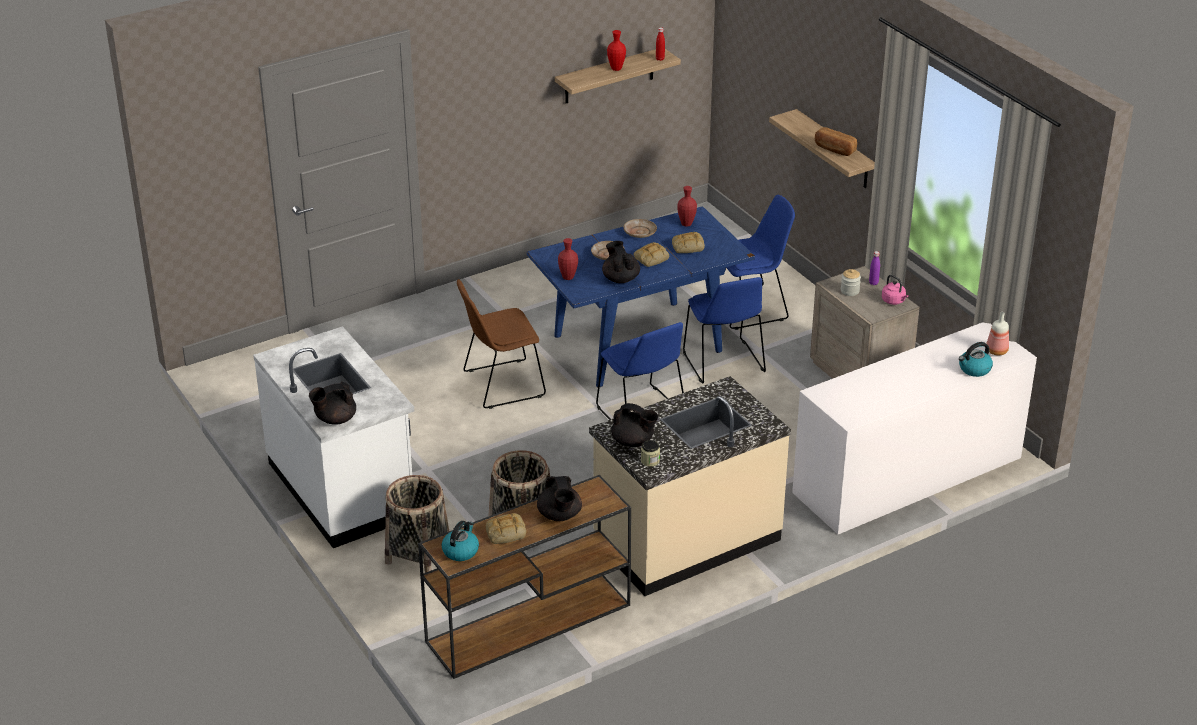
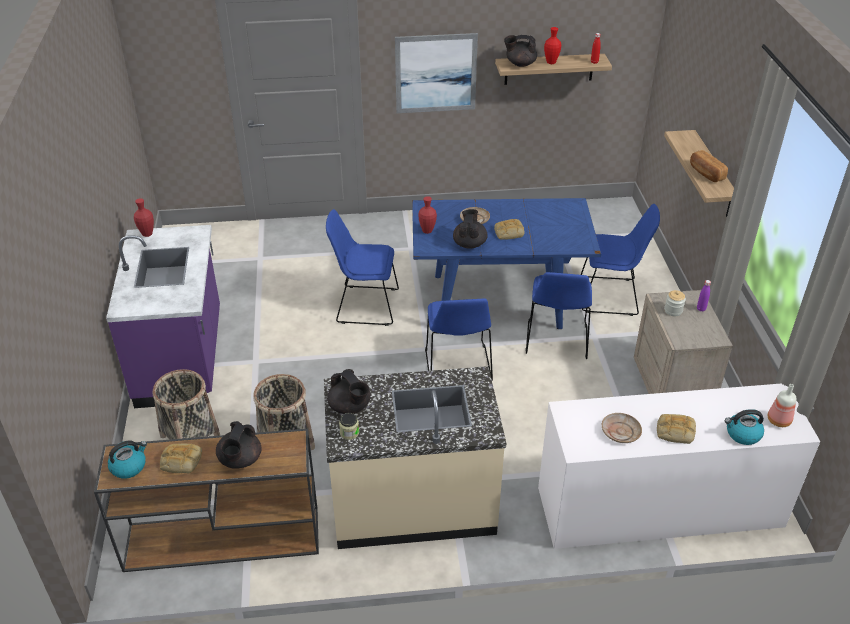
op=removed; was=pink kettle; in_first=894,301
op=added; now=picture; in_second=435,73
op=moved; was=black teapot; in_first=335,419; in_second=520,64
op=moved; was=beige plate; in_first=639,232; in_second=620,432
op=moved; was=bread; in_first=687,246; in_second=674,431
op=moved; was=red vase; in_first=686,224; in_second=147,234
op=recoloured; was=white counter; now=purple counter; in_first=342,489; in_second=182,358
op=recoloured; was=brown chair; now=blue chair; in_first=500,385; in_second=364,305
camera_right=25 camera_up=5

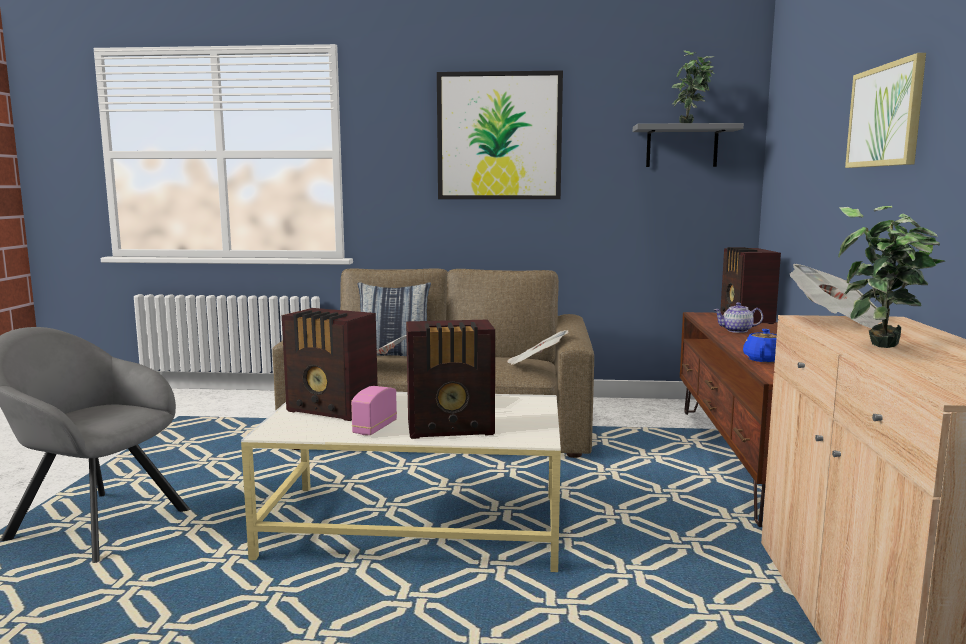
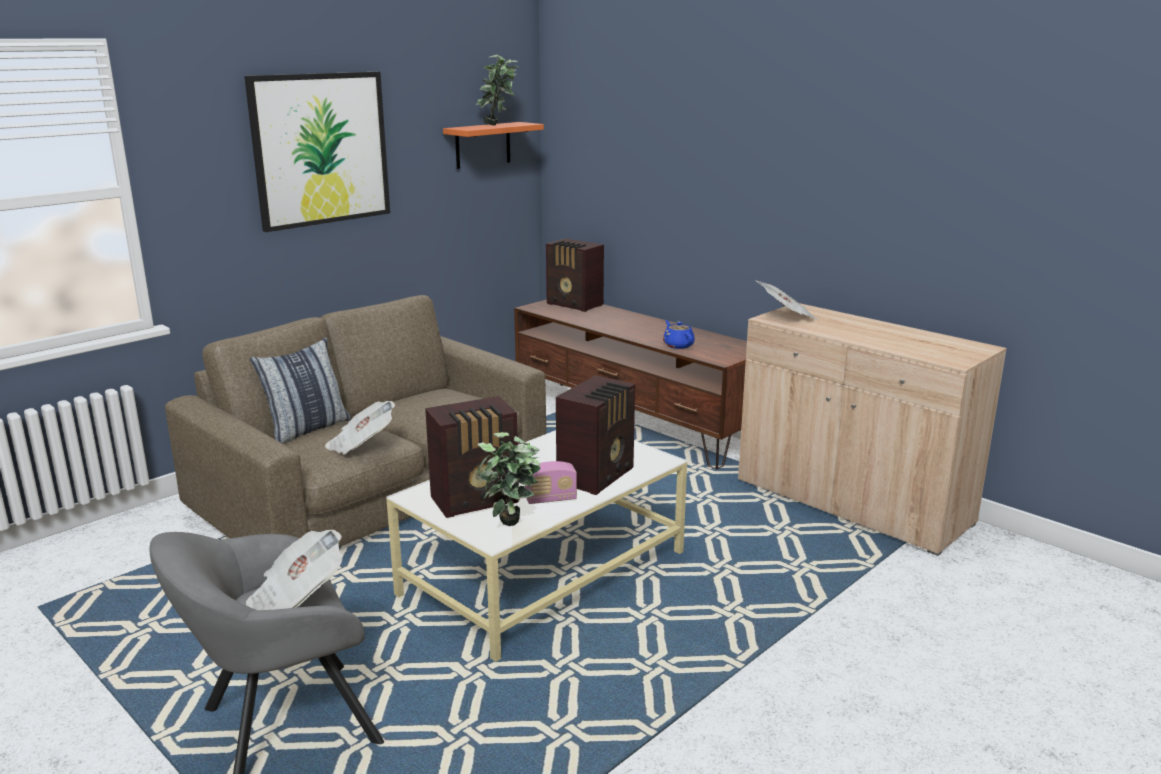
op=removed; was=teapot; in_first=737,331
op=removed; was=picture; in_first=885,116
op=moved; was=newspaper; in_first=535,364; in_second=297,595
op=moved; was=potted plant; in_first=880,349; in_second=512,529
op=recoloured; was=grey shelf; now=orange shelf; in_first=682,146; in_second=483,145
op=turned; was=radio; in_first=375,428; in_second=550,499; clockwise=-75
camera_right=-50 camera_up=10

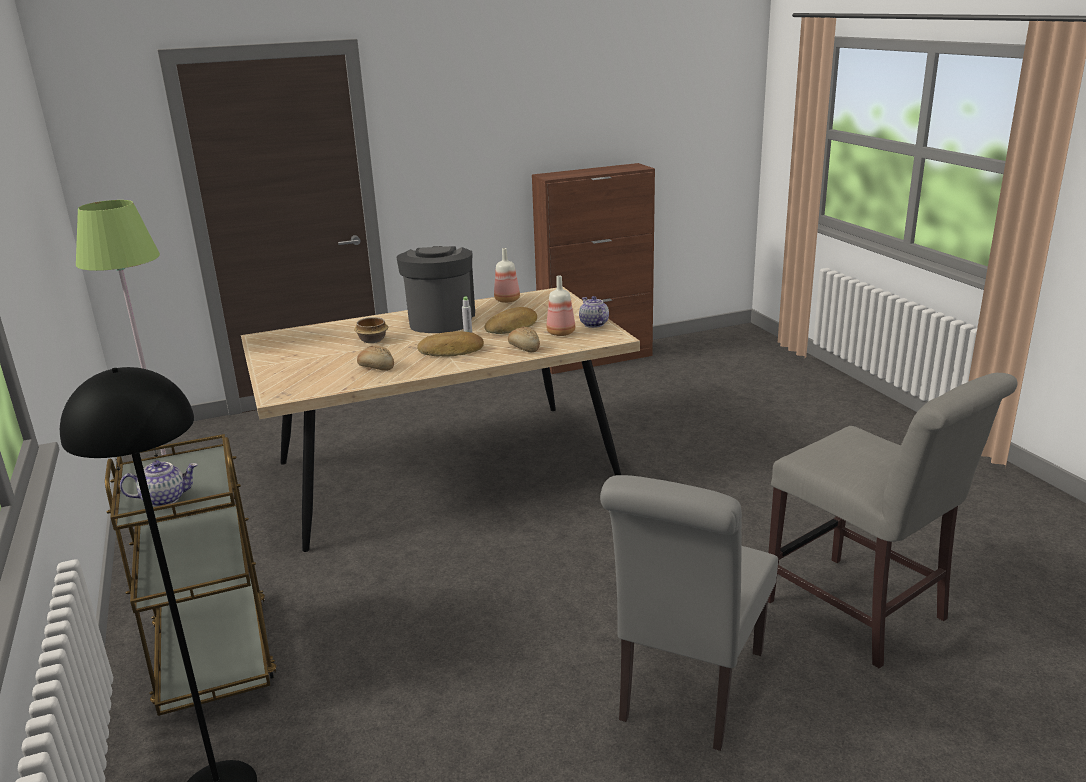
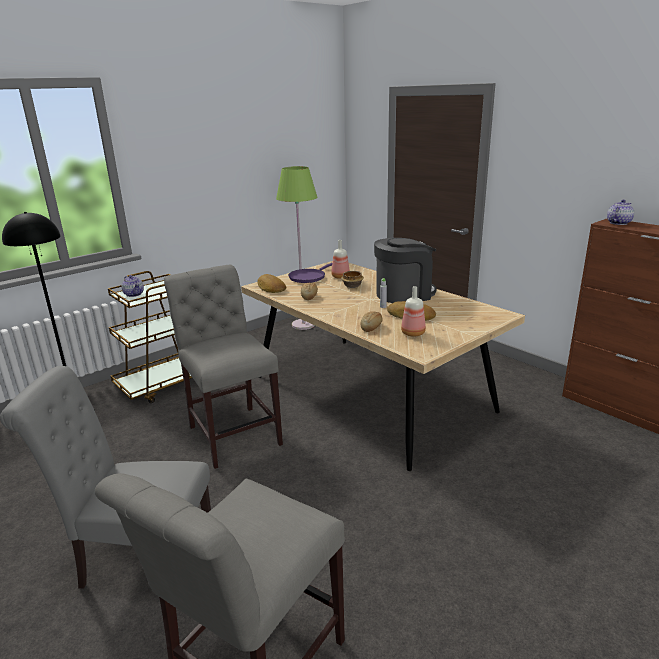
op=added; now=grey chair; in_second=233,432
op=added; now=purple frying pan; in_second=308,277
op=moved; was=bread; in_first=452,351; in_second=270,288
op=moved; was=bottle; in_first=508,300; in_second=341,277
op=moved; was=teapot; in_first=593,324; in_second=618,223
camera_right=70 camera_up=0

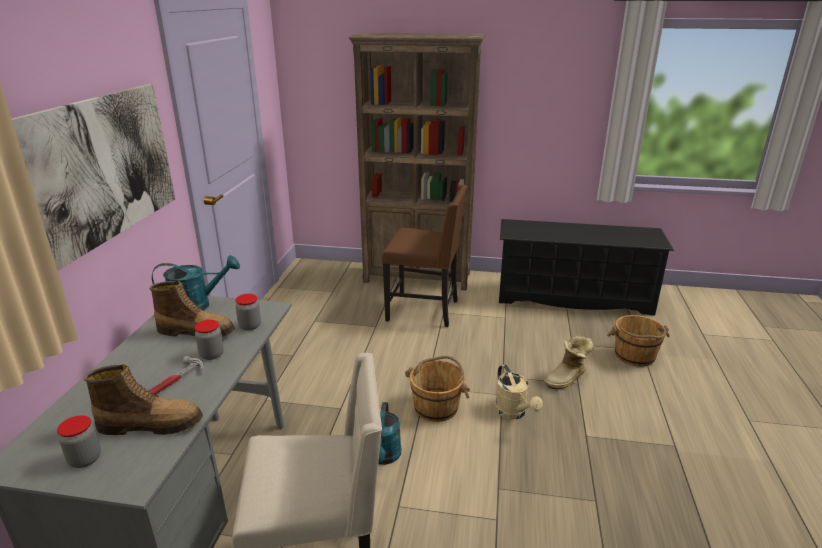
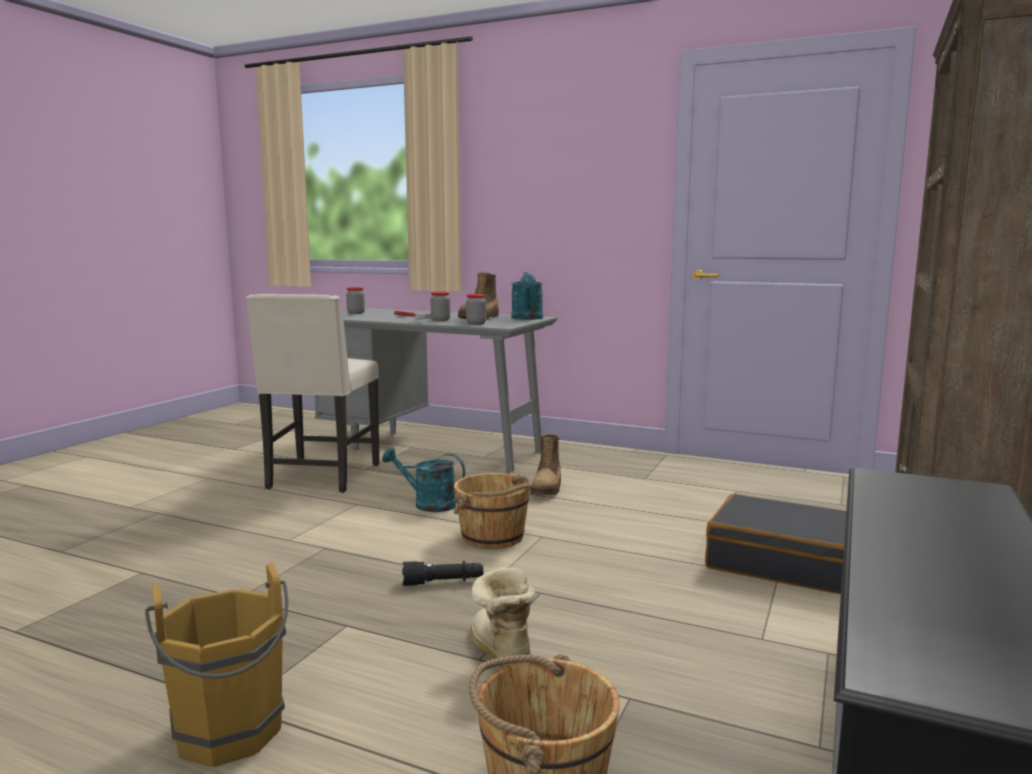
op=removed; was=picture; in_first=105,167
op=added; now=brown bucket; in_second=230,737
op=moved; was=boot; in_first=151,424; in_second=547,488
op=replaced; was=brown chair; now=black suitcase; in_first=424,310; in_second=782,562
op=replaced; was=beige watering can; now=black flashlight; in_first=514,413; in_second=443,582
camera_right=105 camera_up=-15

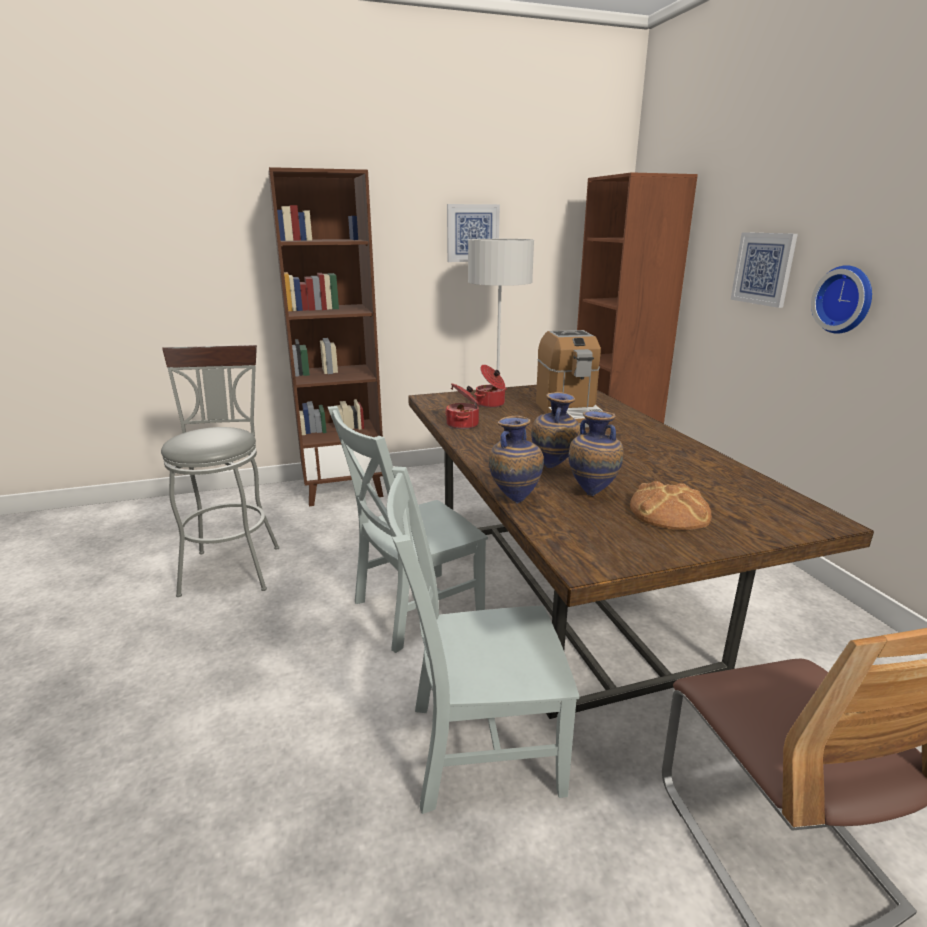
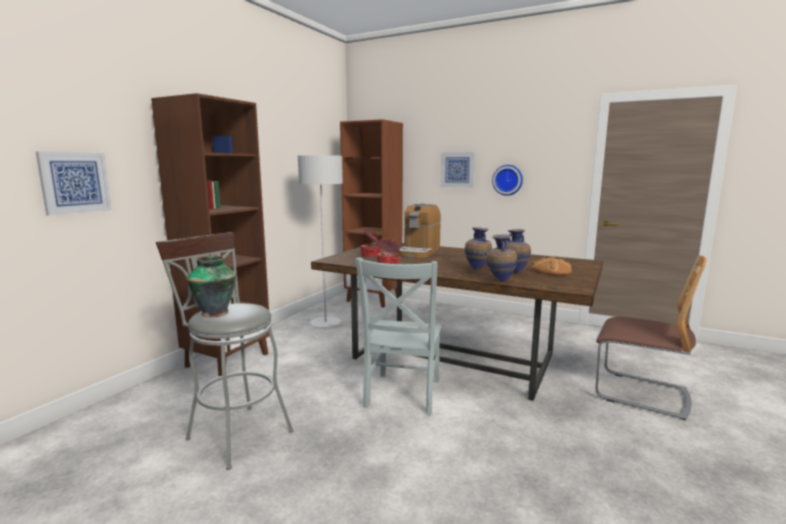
op=removed; was=grey chair; in_first=477,748
op=added; now=vase; in_second=216,313
op=moved; was=picture; in_first=472,233; in_second=75,182
op=turned; was=coffee machine; in_first=570,413; in_second=419,252; clockwise=75
camera_right=-45 camera_up=-10

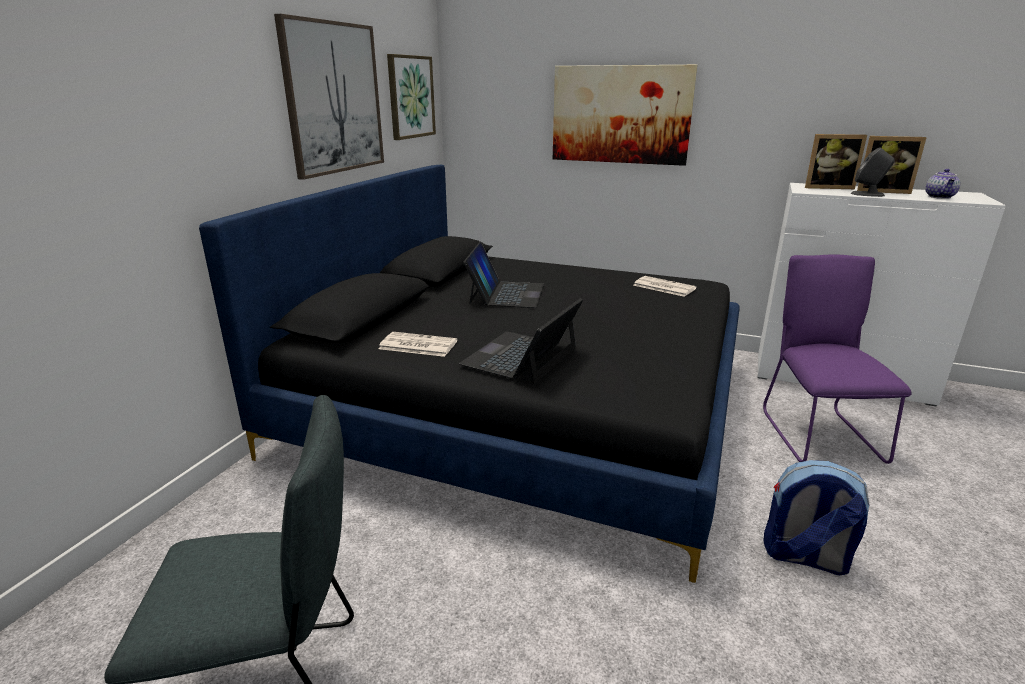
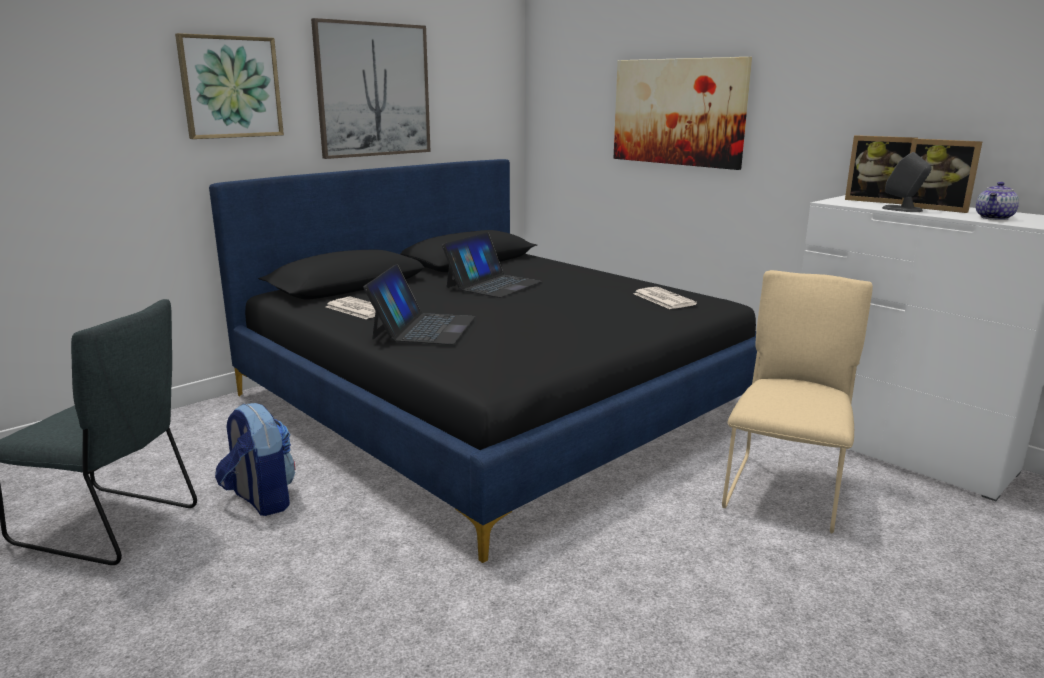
op=moved; was=picture; in_first=410,97; in_second=231,87
op=moved; was=backpack; in_first=804,557; in_second=260,500
op=recoloured; was=purple chair; now=beige chair; in_first=817,433; in_second=785,489
op=turned; was=laptop; in_first=521,356; in_second=423,328; clockwise=135
camera_right=25 camera_up=-5

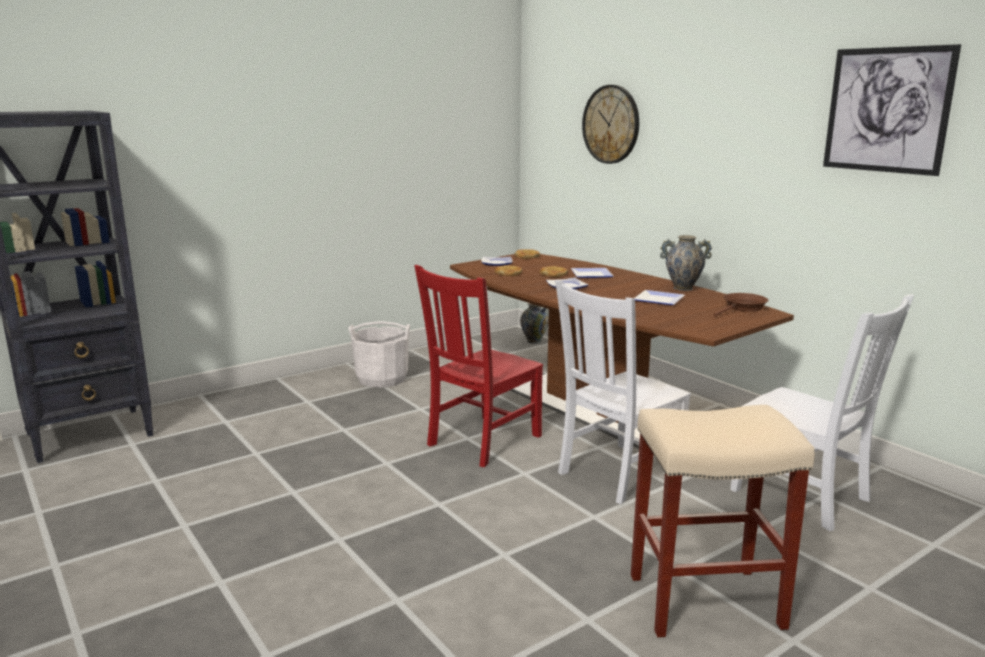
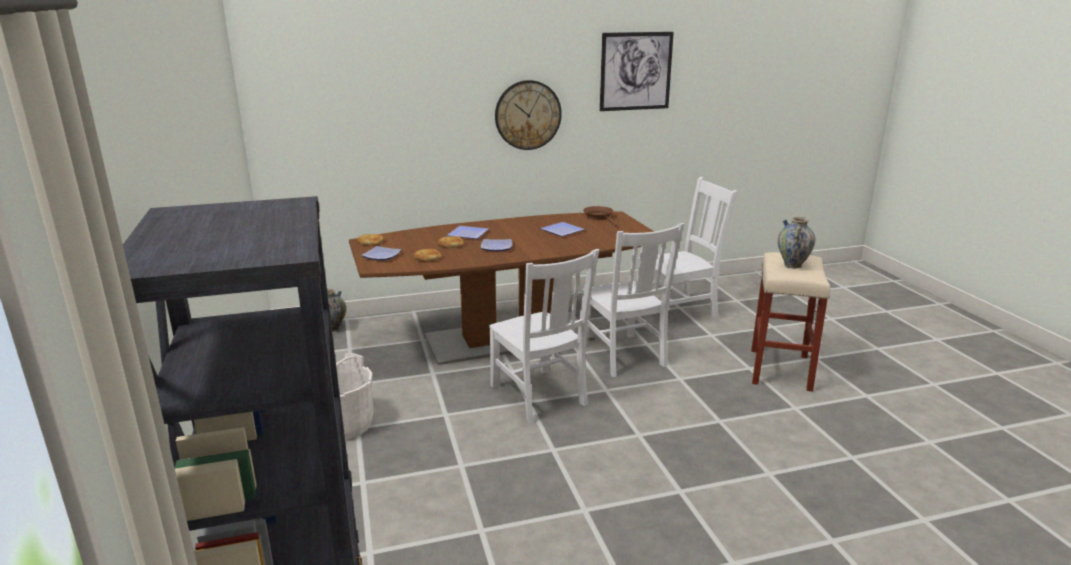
op=moved; was=wall clock; in_first=611,124; in_second=528,115
op=moved; was=vase; in_first=683,288; in_second=792,265
op=recoloured; was=red chair; now=white chair; in_first=481,441; in_second=539,396
camera_right=-70 camera_up=5

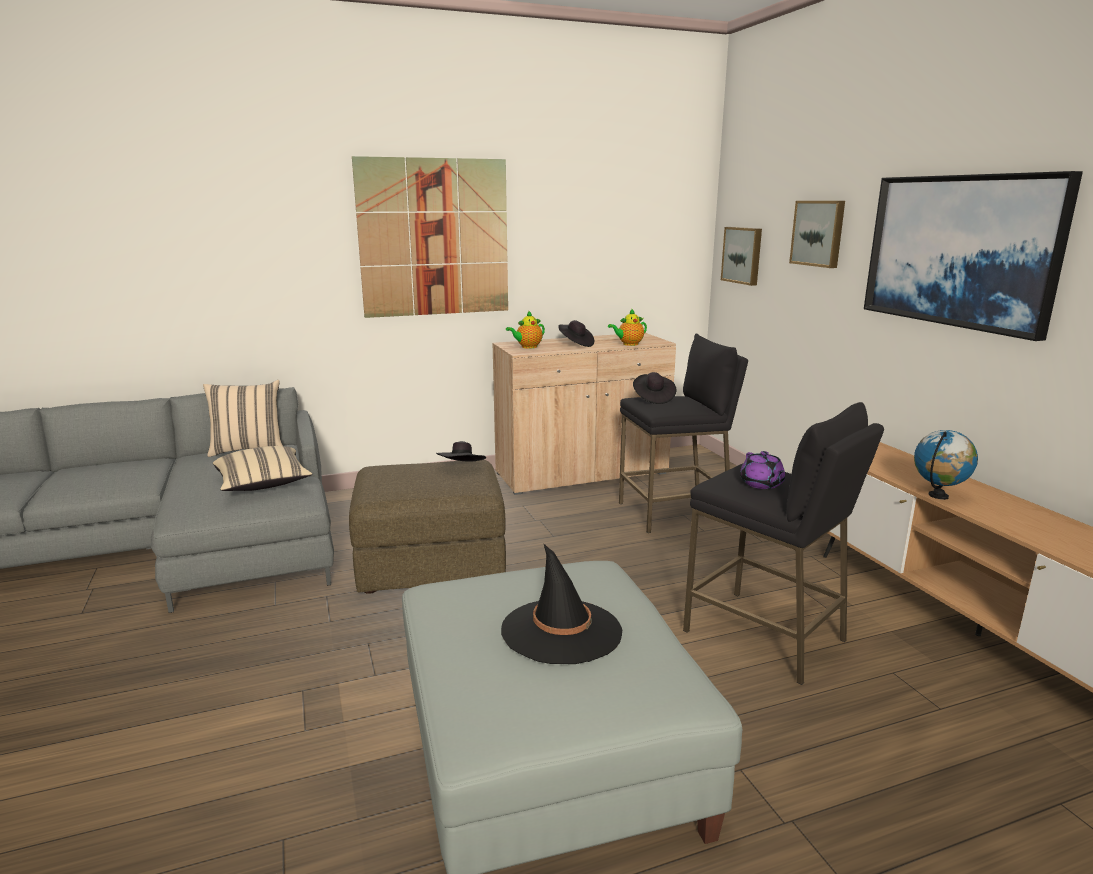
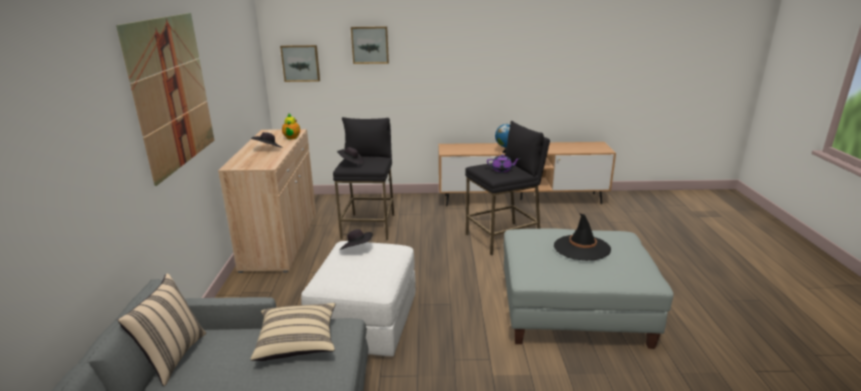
op=removed; was=teapot; in_first=527,347
op=removed; was=picture; in_first=960,251
op=recoloured; was=brown ottoman; now=white ottoman; in_first=431,563; in_second=365,322
camera_right=-70 camera_up=5

